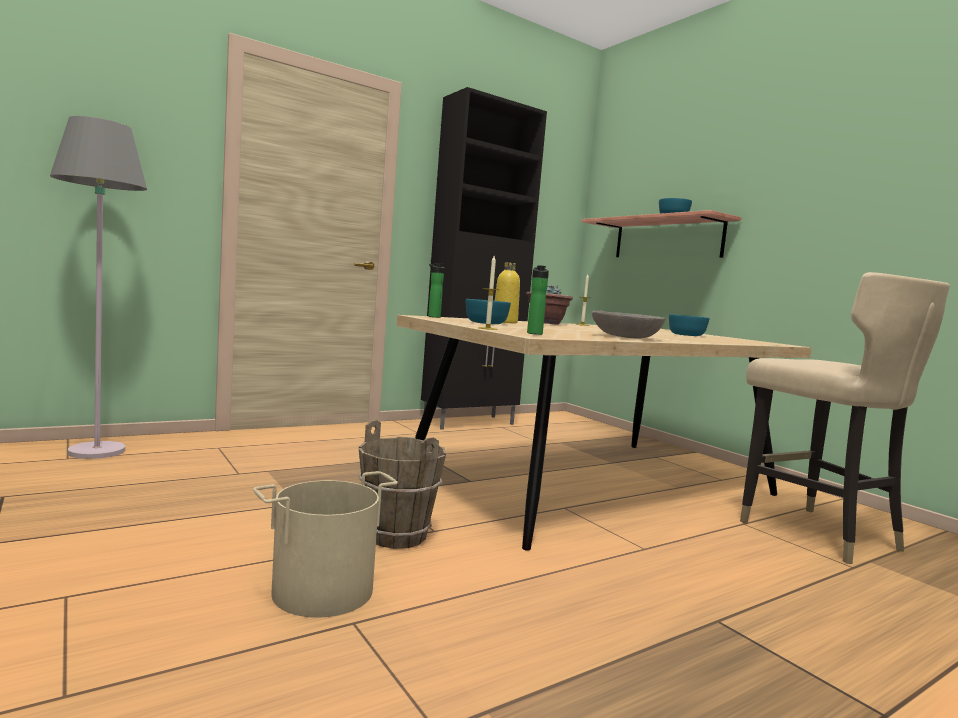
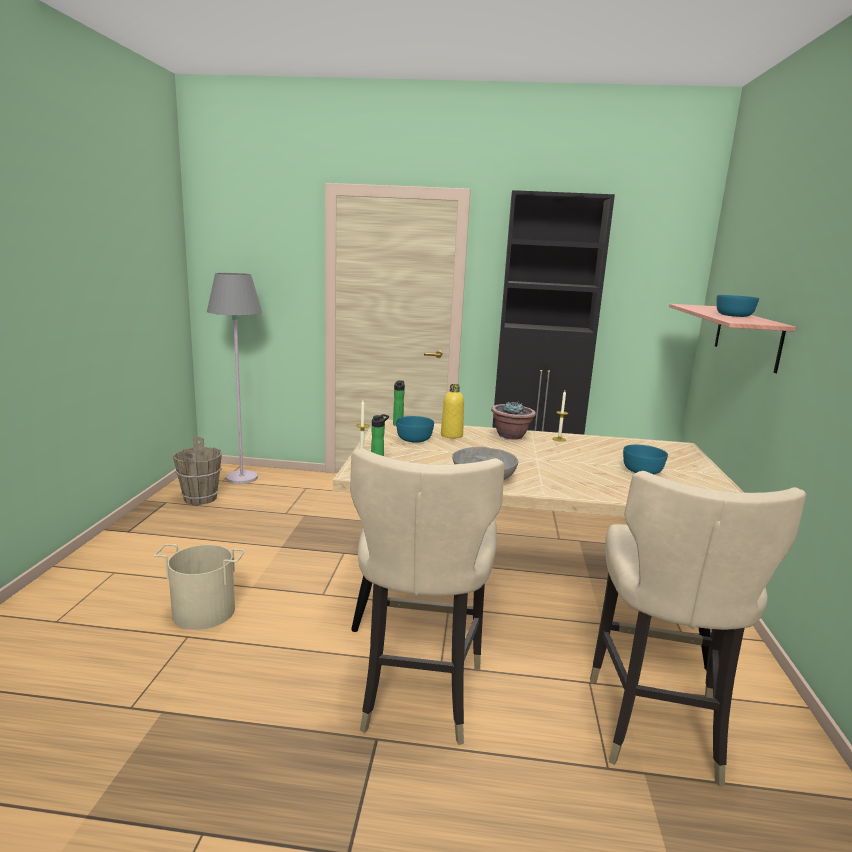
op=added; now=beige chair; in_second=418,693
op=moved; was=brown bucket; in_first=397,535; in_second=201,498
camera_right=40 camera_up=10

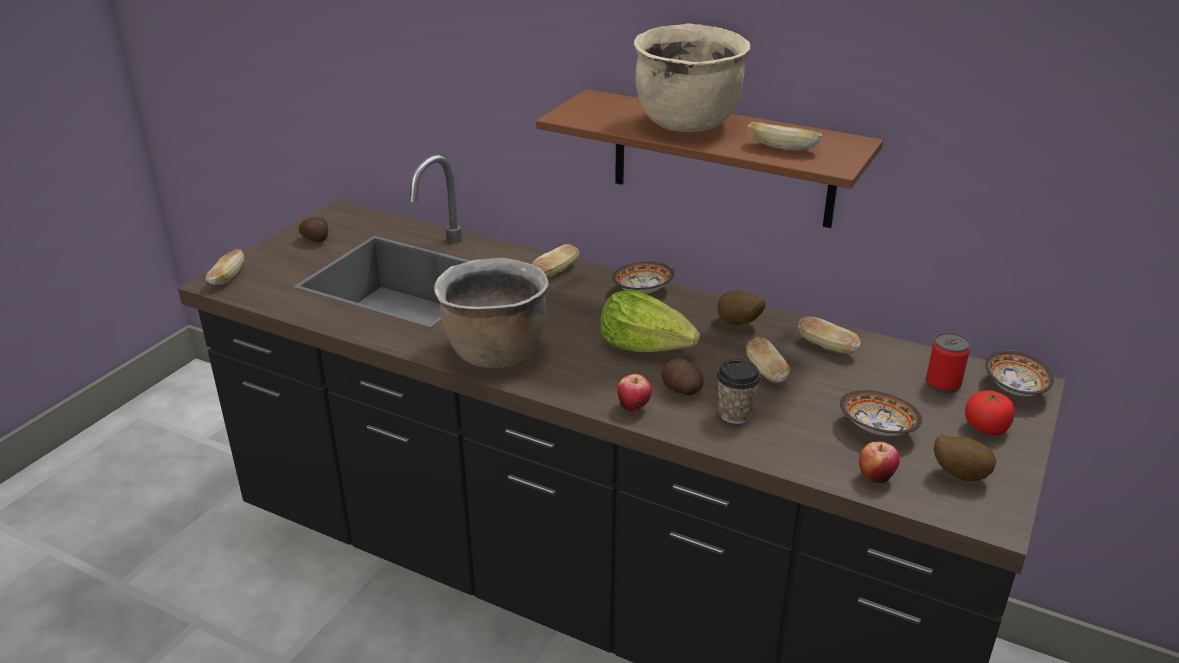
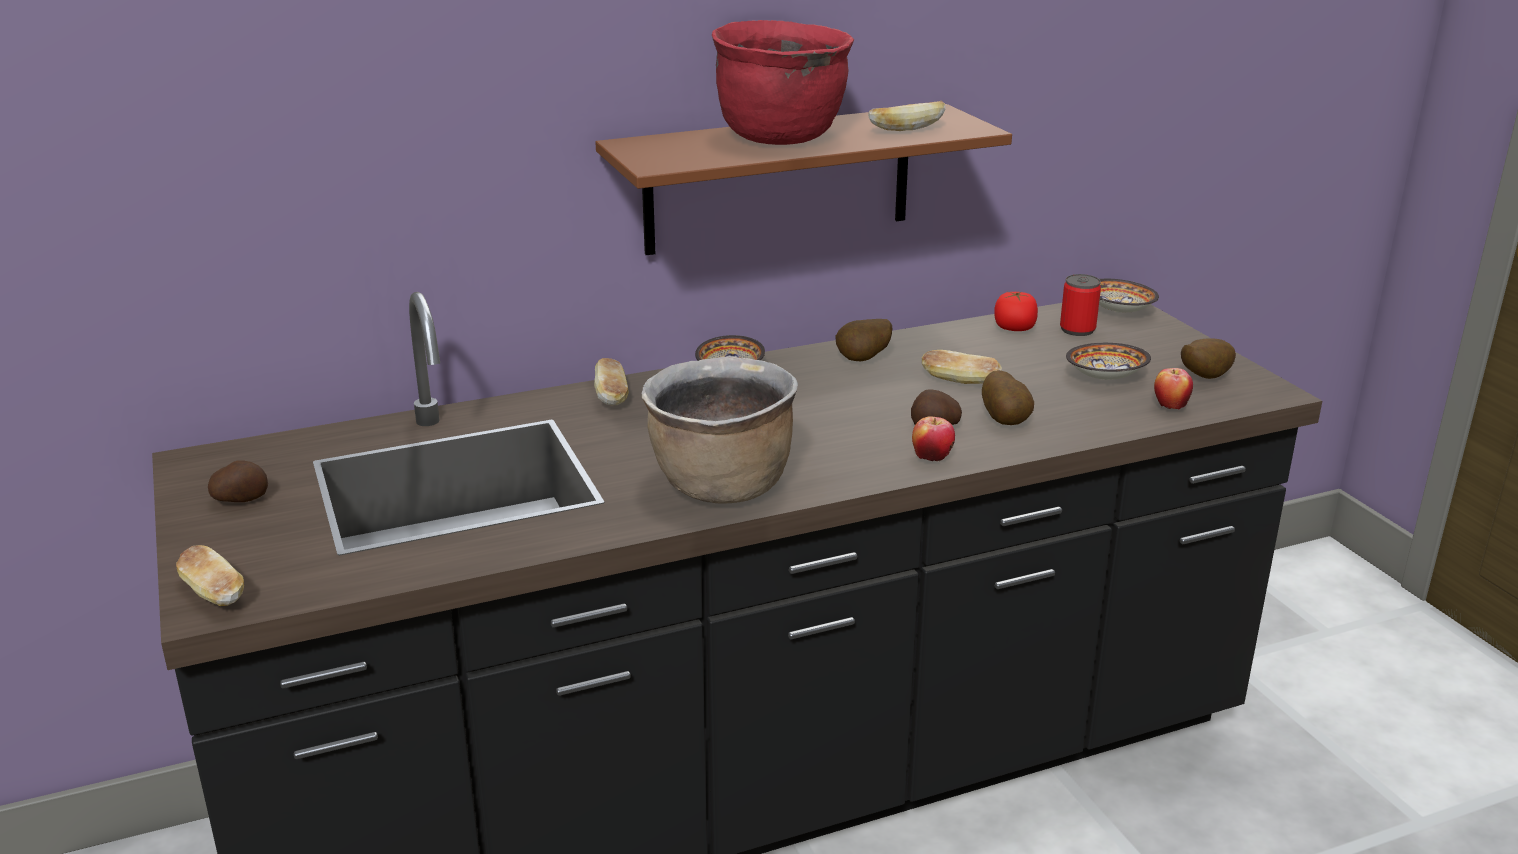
op=removed; was=lettuce; in_first=646,346
op=removed; was=bread; in_first=826,347
op=moved; was=tomato; in_first=986,428; in_second=1014,329
op=replaced; was=cup; now=potato; in_first=735,414; in_second=1006,420
op=recoloured; was=beige cooking pot; now=red cooking pot; in_first=688,124; in_second=781,137
camera_right=-50 camera_up=-5

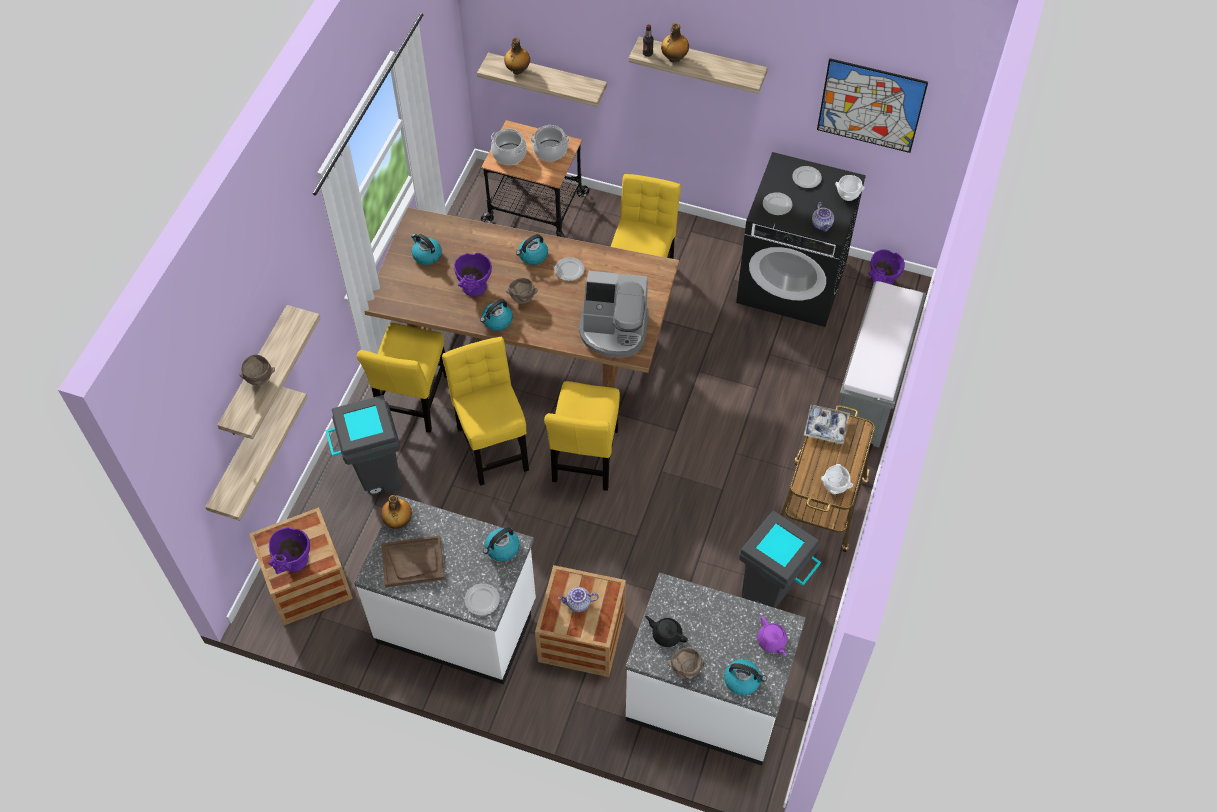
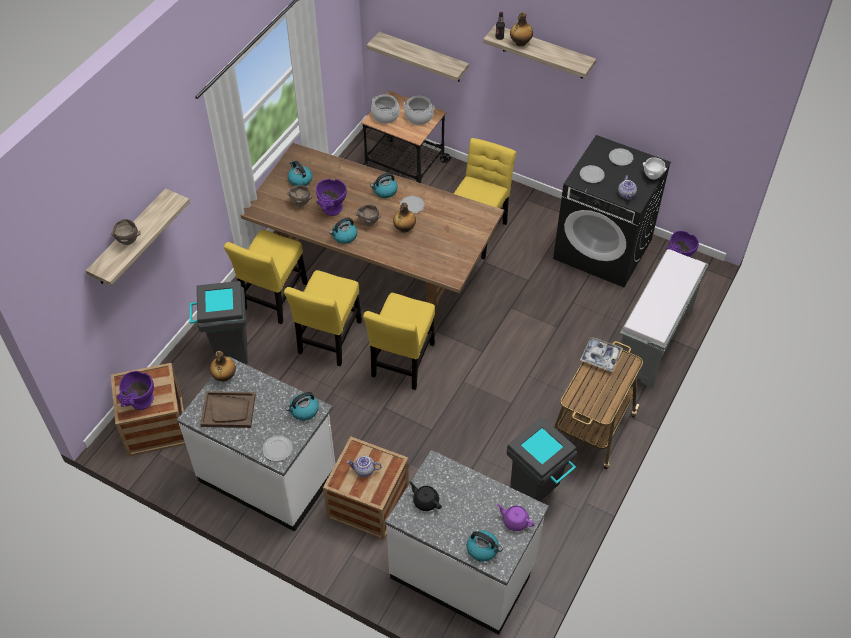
op=removed; was=shelf; in_first=244,454
op=removed; was=coffee machine; in_first=614,330
op=removed; was=picture; in_first=870,105
op=removed; was=white bowl; in_first=834,488
op=moved; was=bottle; in_first=517,70; in_second=404,229
op=moved; was=brown bowl; in_first=686,670; in_second=301,203
op=turned; was=yellow chair; in_first=492,444; in_second=329,340; clockwise=-150
op=turned; was=purple teapot; in_first=771,641; in_second=515,521; clockwise=135
camera_right=10 camera_up=-5

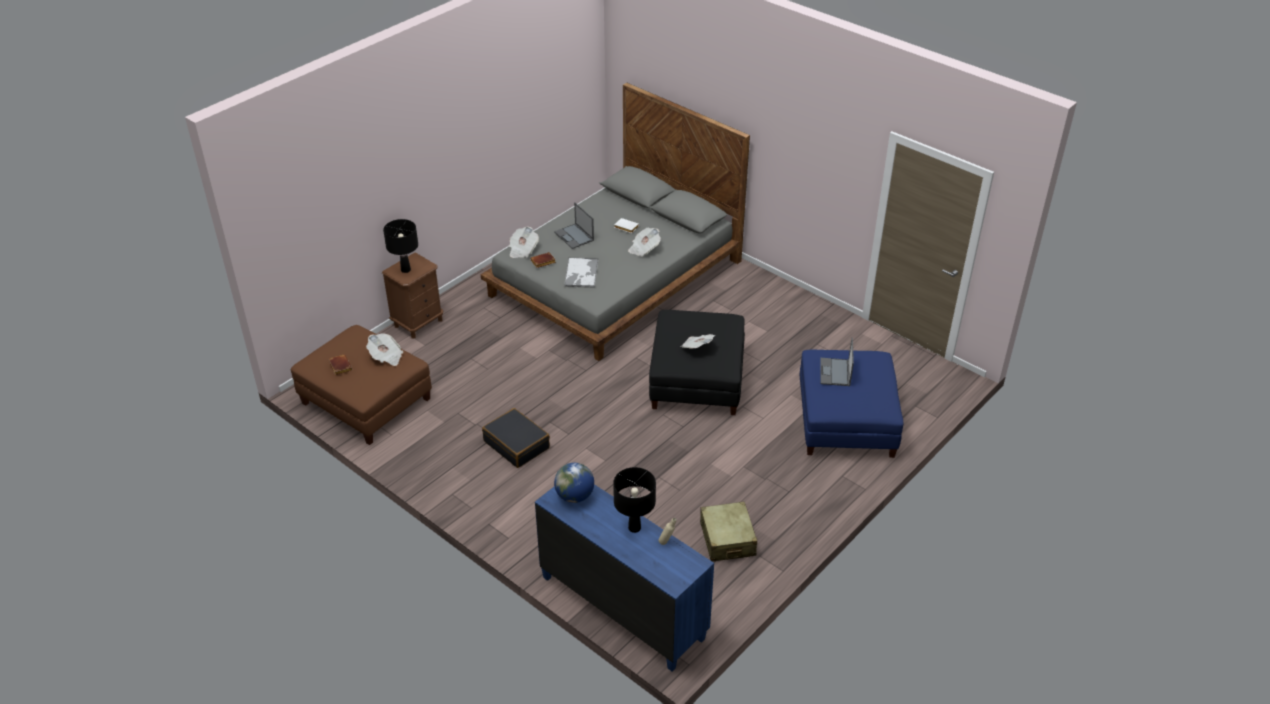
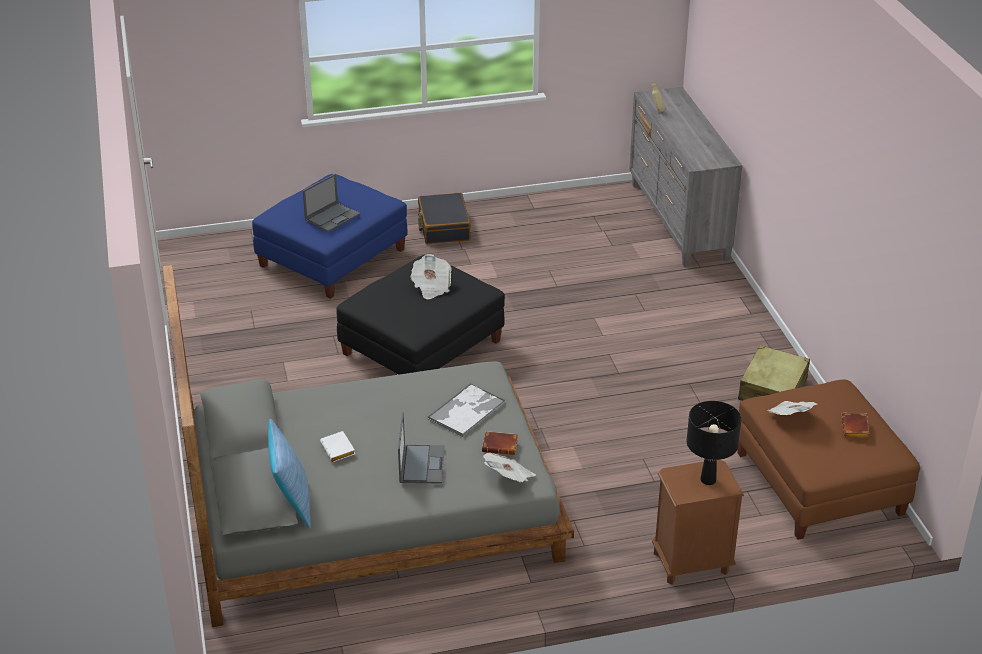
op=removed; was=globe; in_first=575,496
op=removed; was=black table lamp; in_first=634,528
op=removed; was=newspaper; in_first=644,249
op=added; now=pillow; in_second=292,503
op=moved; was=black suitcase; in_first=517,444; in_second=443,227
op=moved; was=beige suitcase; in_first=727,539; in_second=772,390
op=recoloured; was=blue dresser; now=grey dresser; in_first=622,606; in_second=678,221
camera_right=-145 camera_up=-5

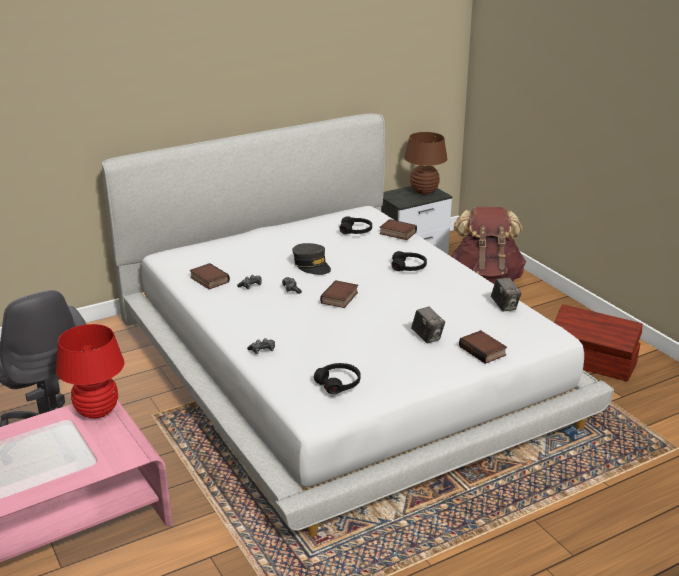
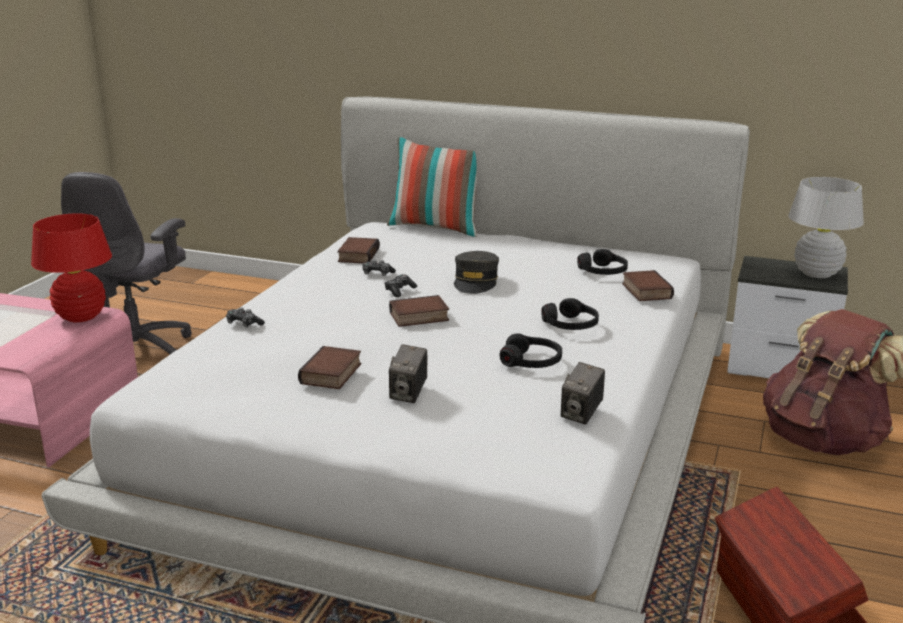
op=added; now=pillow; in_second=436,227
op=moved; was=black headphones; in_first=338,383; in_second=531,361
op=moved; was=book; in_first=484,351; in_second=332,374
op=recoloured; was=brown table lamp; now=white table lamp; in_first=424,191; in_second=816,274
camera_right=50 camera_up=-5

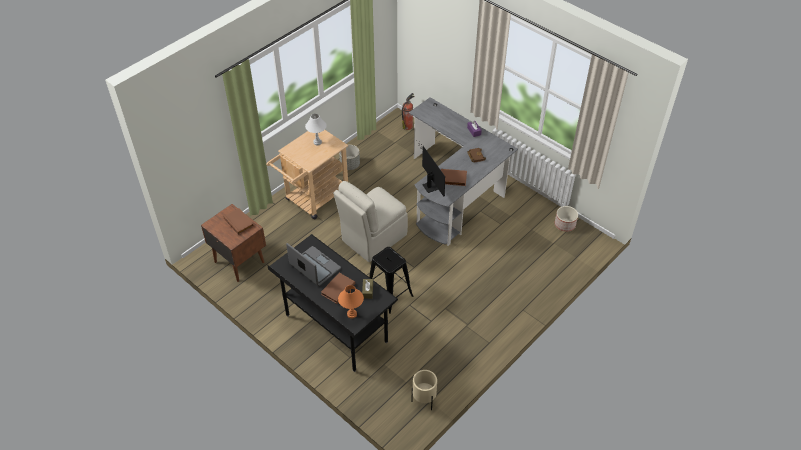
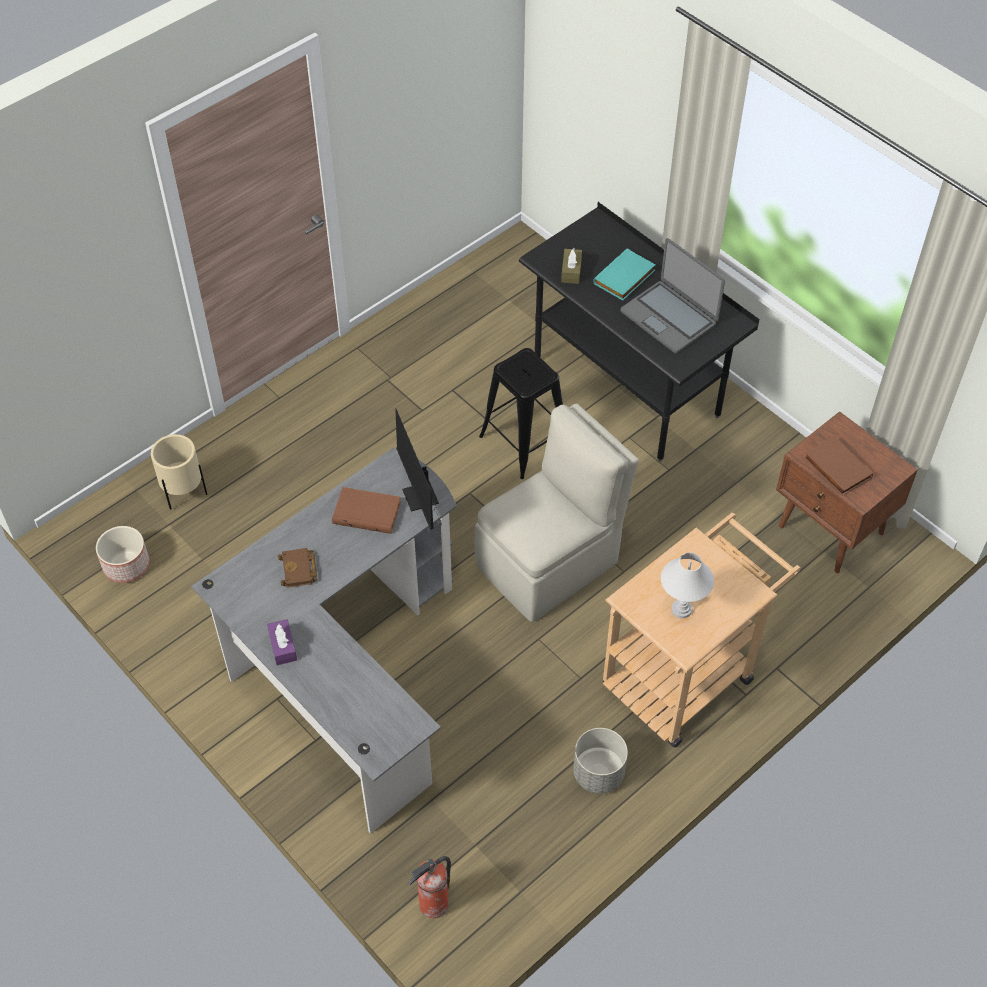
op=removed; was=orange table lamp; in_first=352,314
op=moved; was=beige planter; in_first=423,400; in_second=184,494
op=recoloured; was=brown book; now=turquoise book; in_first=337,289; in_second=625,278
camera_right=-175 camera_up=5

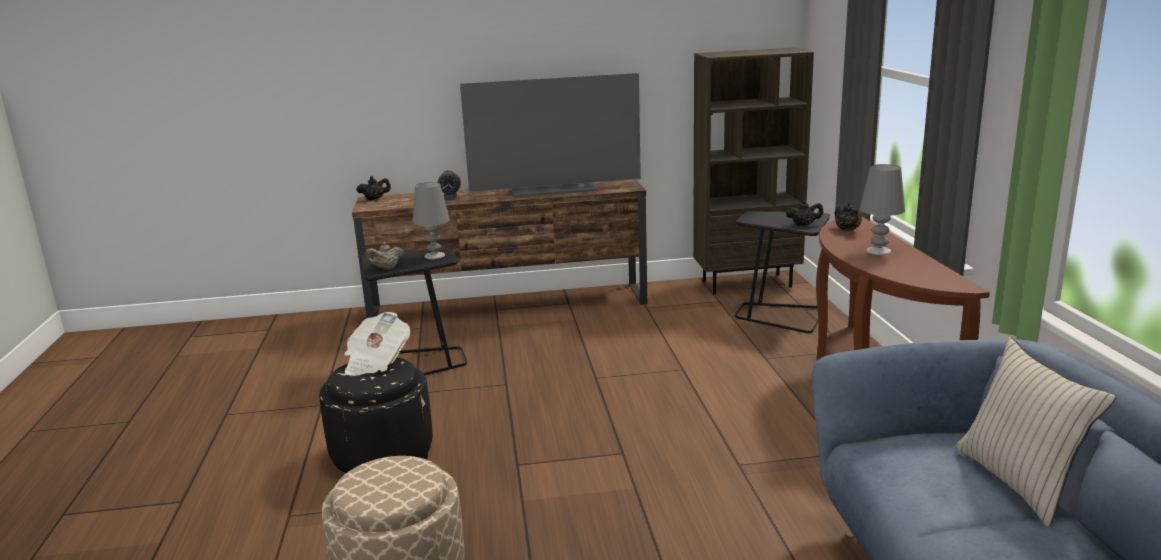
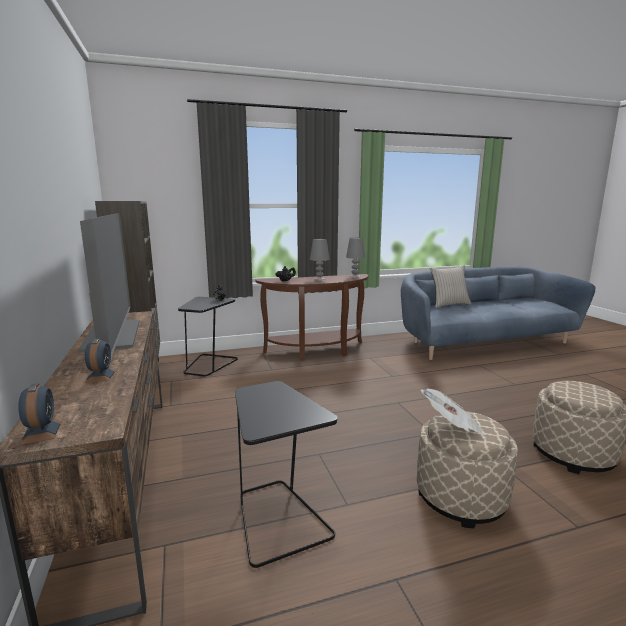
op=removed; was=beige teapot; in_first=386,269
op=moved; was=grey table lamp; in_first=434,256; in_second=355,276
op=replaced; was=black teapot; now=alarm clock; in_first=375,199; in_second=41,432
op=recoloured; was=black ottoman; now=beige ottoman; in_first=382,455; in_second=461,497
camera_right=-100 camera_up=-5

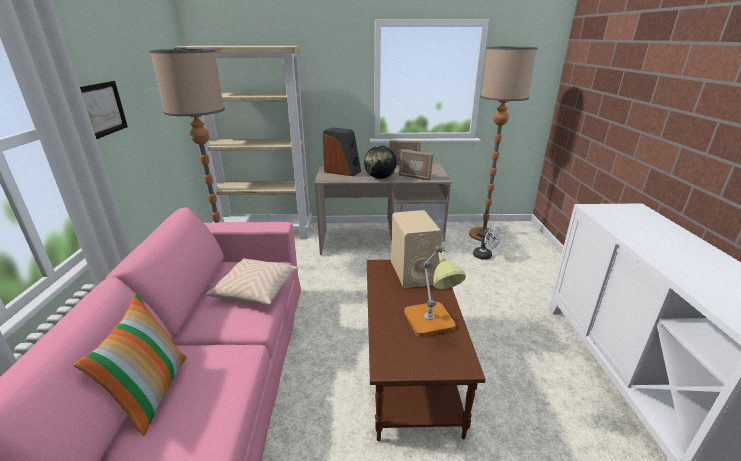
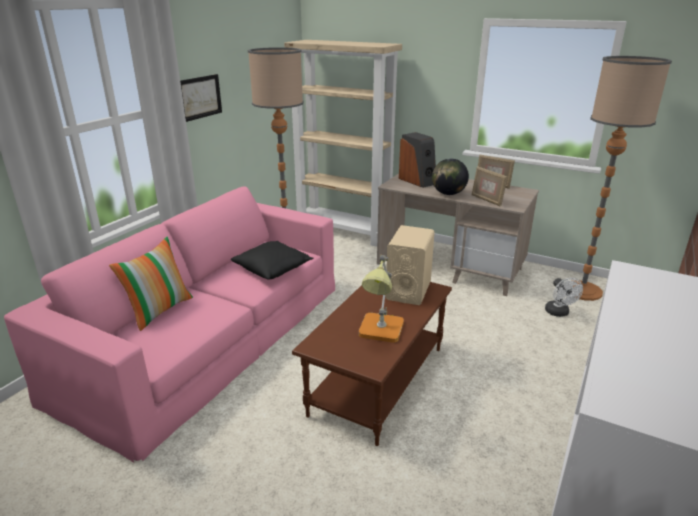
op=recoloured; was=beige pillow; now=black pillow; in_first=256,290; in_second=273,268
camera_right=30 camera_up=0

